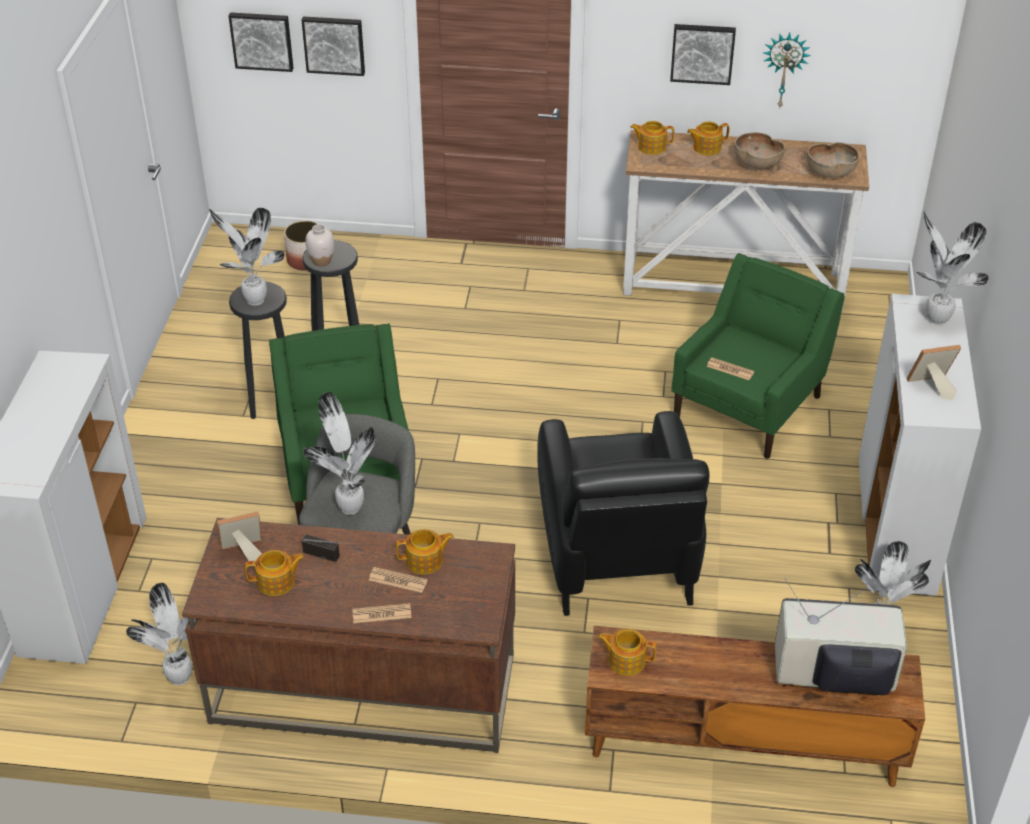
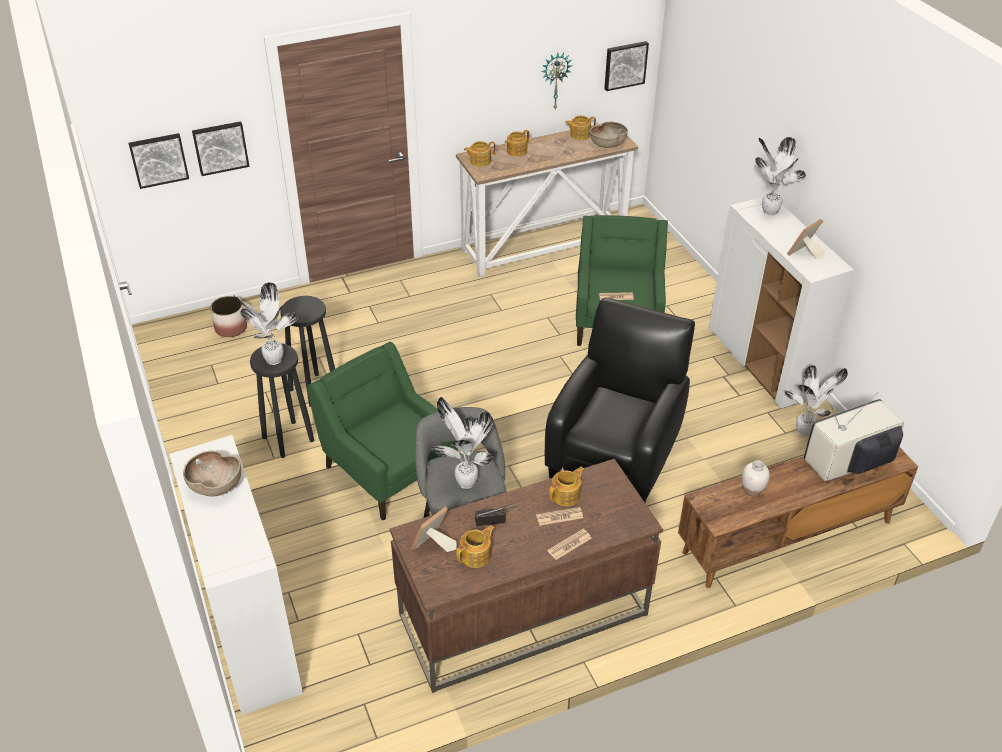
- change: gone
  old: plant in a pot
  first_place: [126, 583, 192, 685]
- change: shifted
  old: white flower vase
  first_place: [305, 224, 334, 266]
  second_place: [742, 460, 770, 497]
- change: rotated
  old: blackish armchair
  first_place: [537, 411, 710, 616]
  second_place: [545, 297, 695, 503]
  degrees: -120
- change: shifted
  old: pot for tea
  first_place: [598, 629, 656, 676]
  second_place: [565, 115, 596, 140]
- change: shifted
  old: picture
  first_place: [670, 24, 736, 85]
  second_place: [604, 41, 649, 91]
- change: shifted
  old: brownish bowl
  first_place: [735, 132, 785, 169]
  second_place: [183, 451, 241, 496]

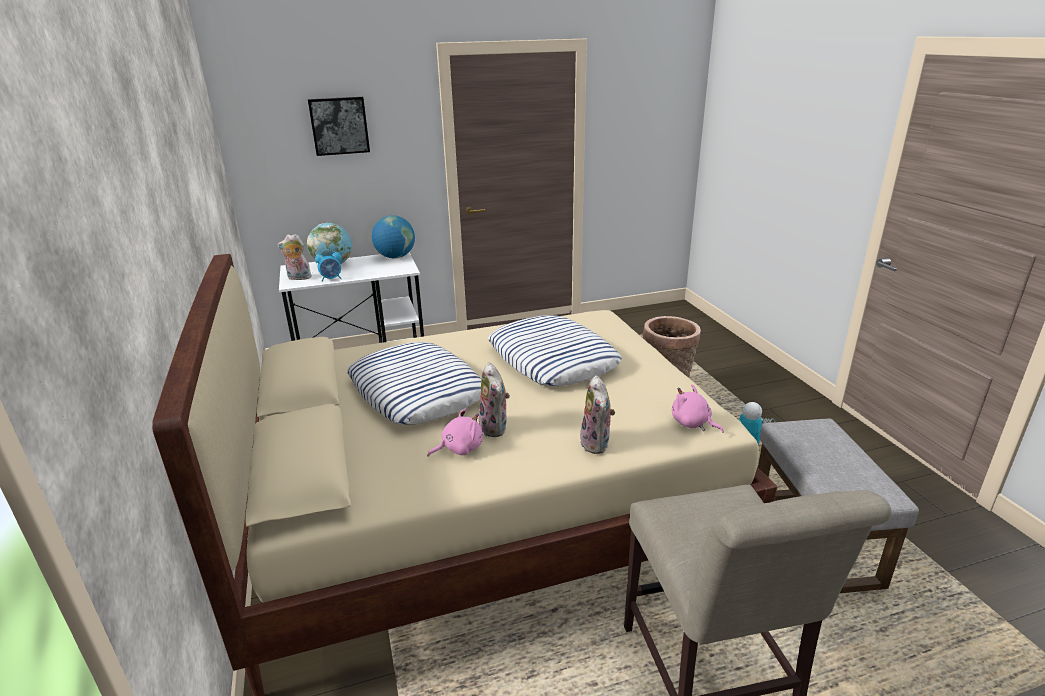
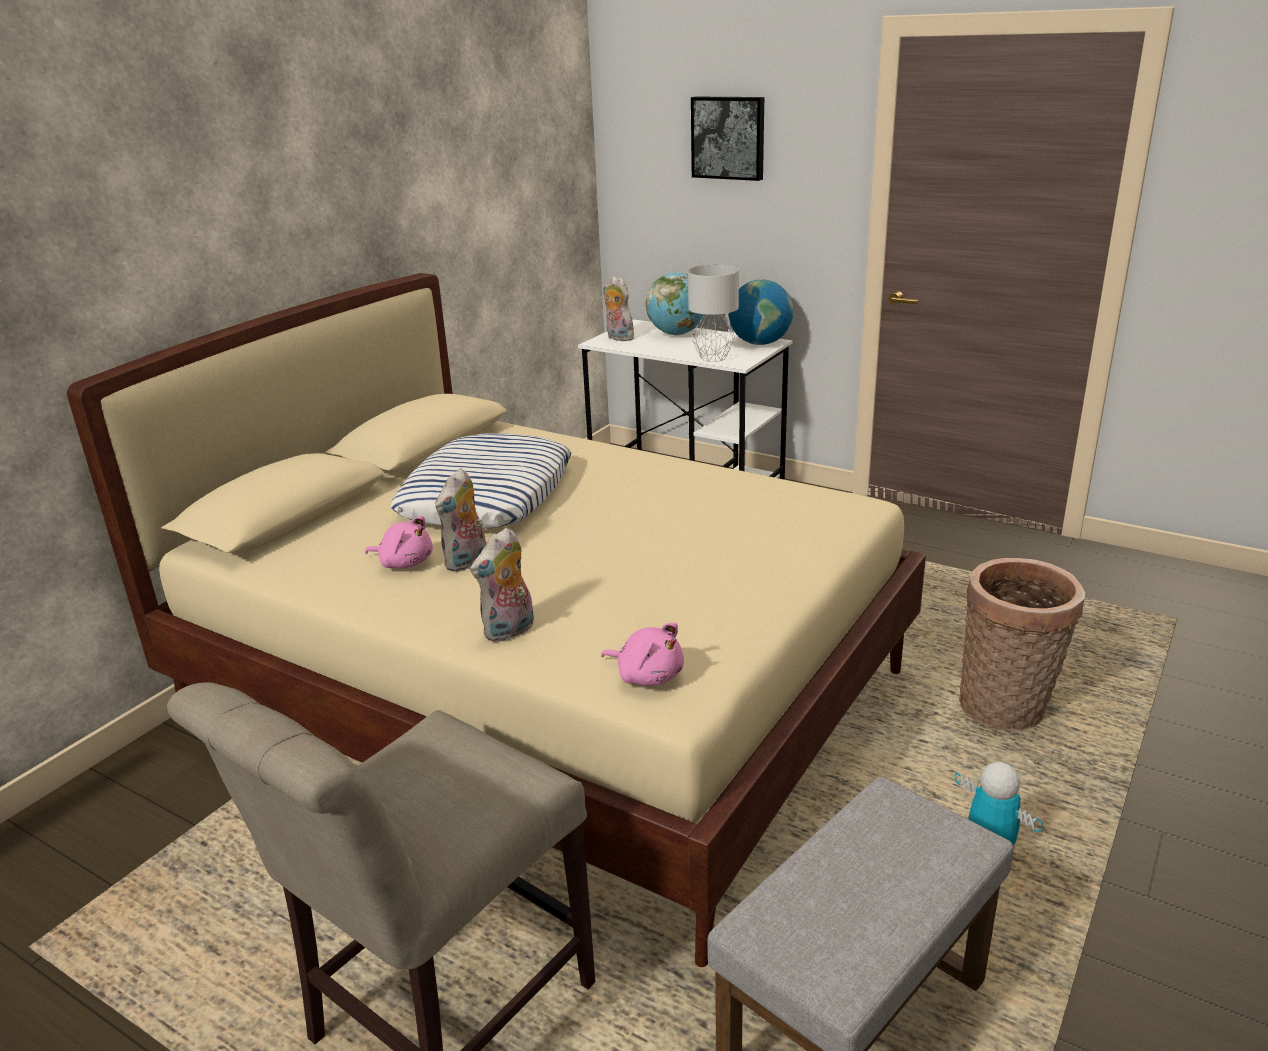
- change: gone
  old: table clock
  first_place: [315, 249, 341, 282]
- change: gone
  old: pillow
  first_place: [488, 315, 622, 386]
- change: rotated
  old: pink soft toy
  first_place: [672, 384, 724, 433]
  second_place: [601, 623, 684, 686]
  degrees: 120
- change: new
  new: grey table lamp
  second_place: [688, 264, 739, 362]

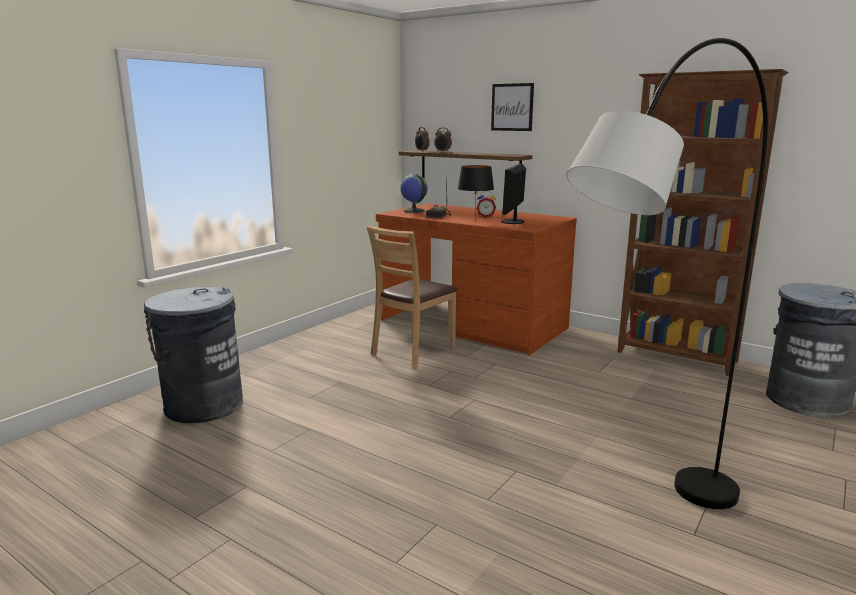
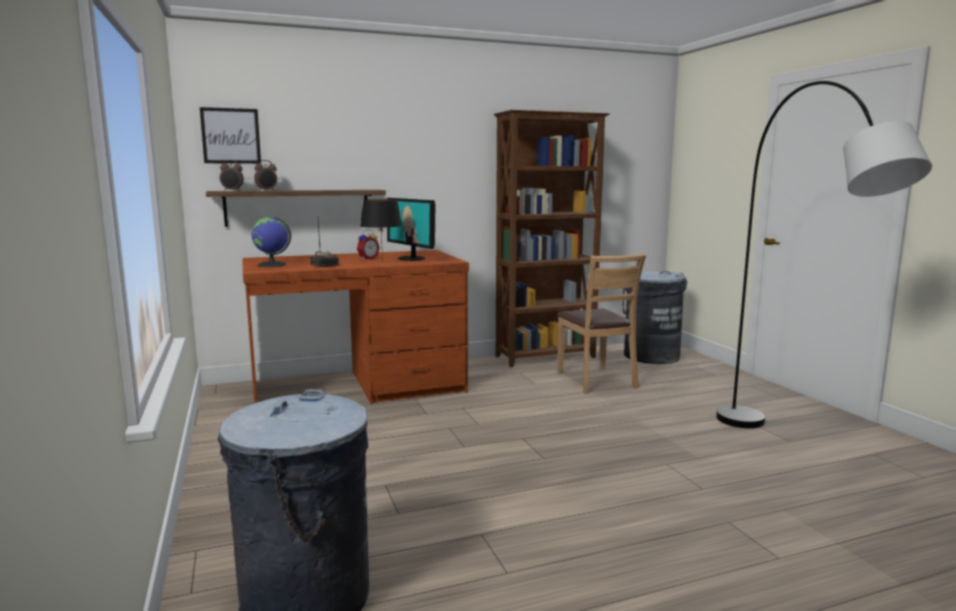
- change: shifted
  old: brownish plain chair
  first_place: [367, 225, 458, 368]
  second_place: [557, 254, 646, 394]
- change: shifted
  old: picture
  first_place: [491, 83, 534, 131]
  second_place: [200, 107, 261, 164]

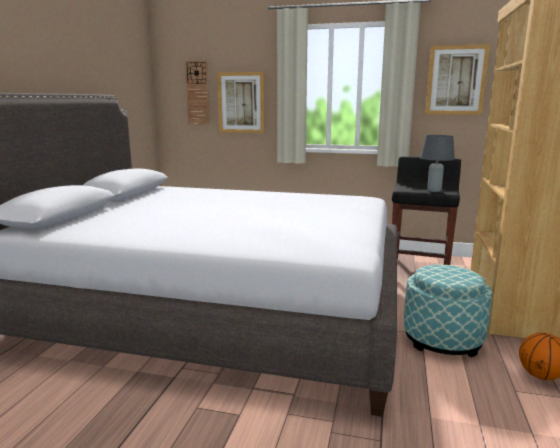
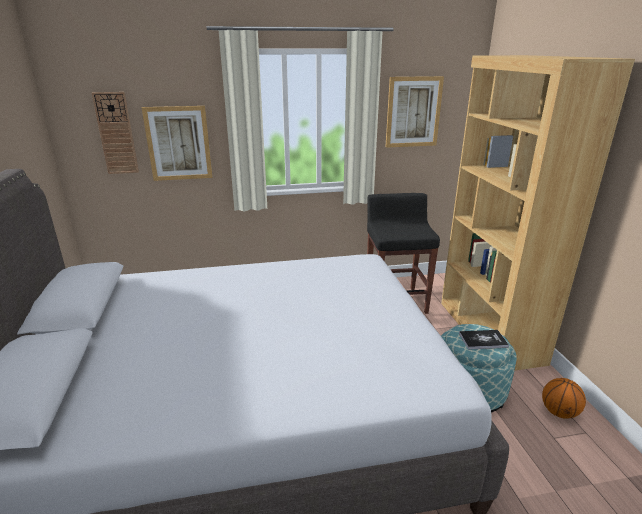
- change: gone
  old: grey table lamp
  first_place: [420, 135, 455, 192]
- change: new
  new: volume
  second_place: [459, 330, 509, 350]

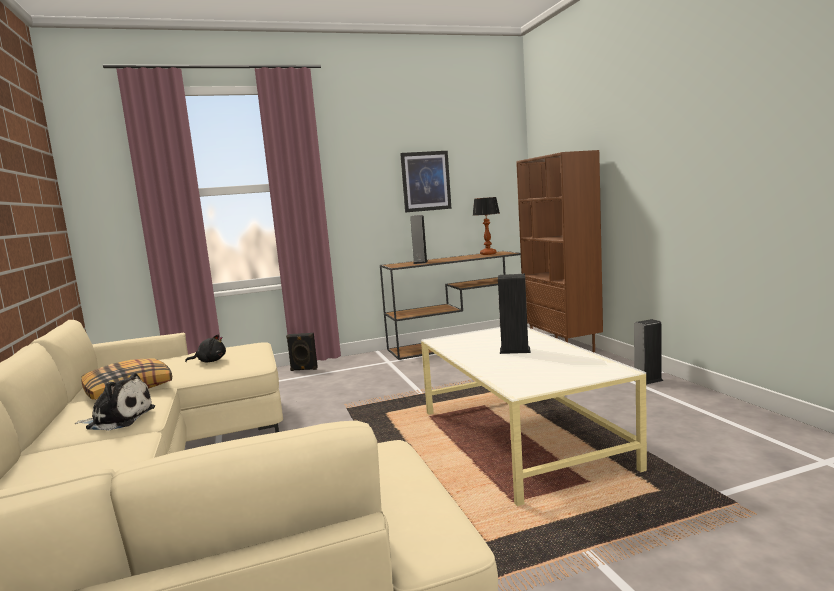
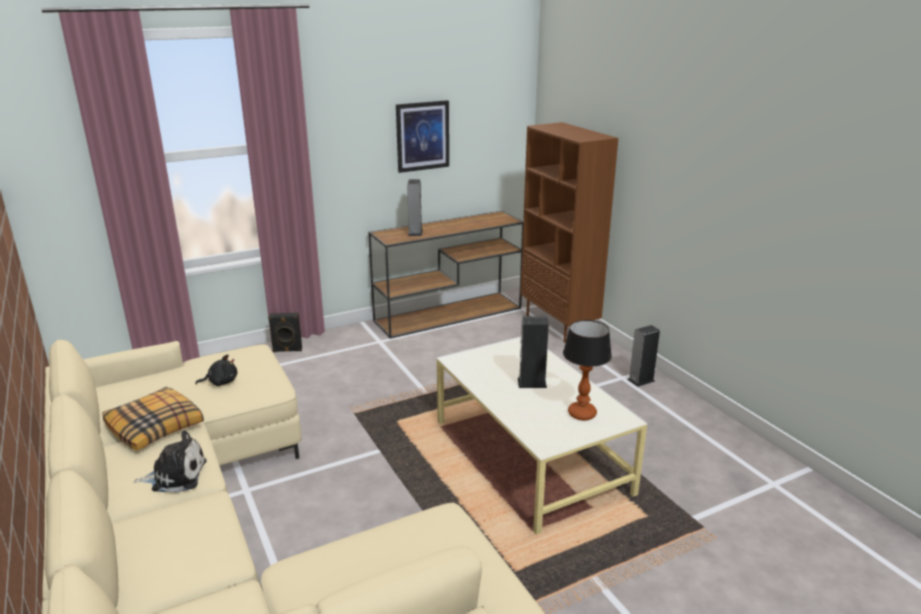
- change: shifted
  old: table lamp
  first_place: [472, 197, 500, 255]
  second_place: [563, 320, 612, 420]

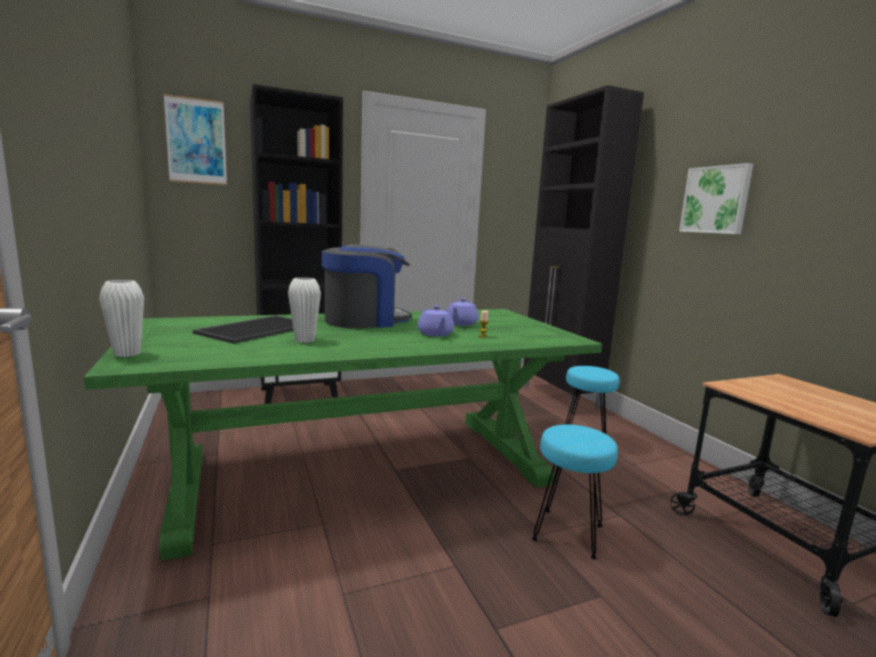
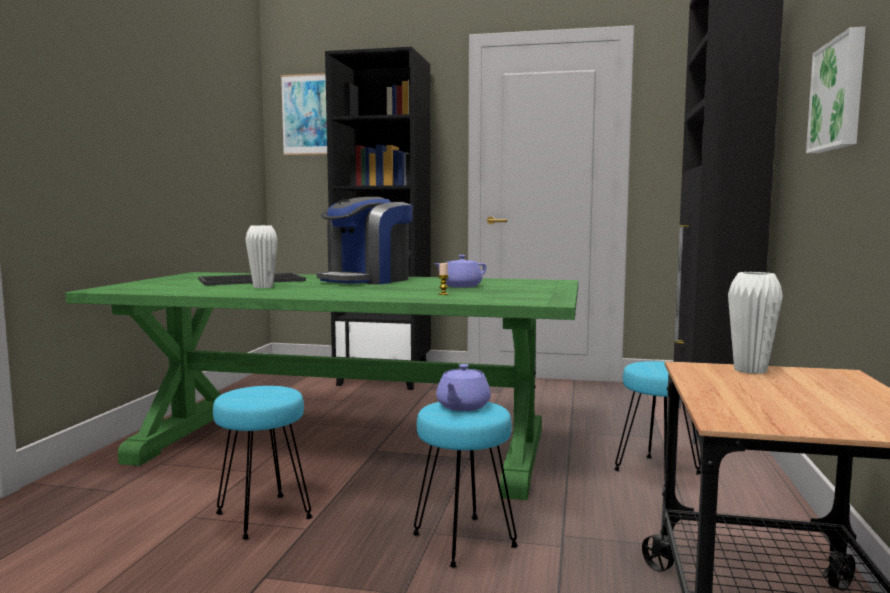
- change: shifted
  old: white flower vase
  first_place: [99, 280, 144, 357]
  second_place: [728, 272, 783, 374]
- change: rotated
  old: coffee maker
  first_place: [322, 244, 412, 328]
  second_place: [317, 197, 413, 285]
  degrees: 120
- change: shifted
  old: purple pot for tea
  first_place: [417, 305, 454, 337]
  second_place: [436, 364, 491, 411]
- change: new
  new: blue-green sitting stool
  second_place: [213, 386, 313, 539]

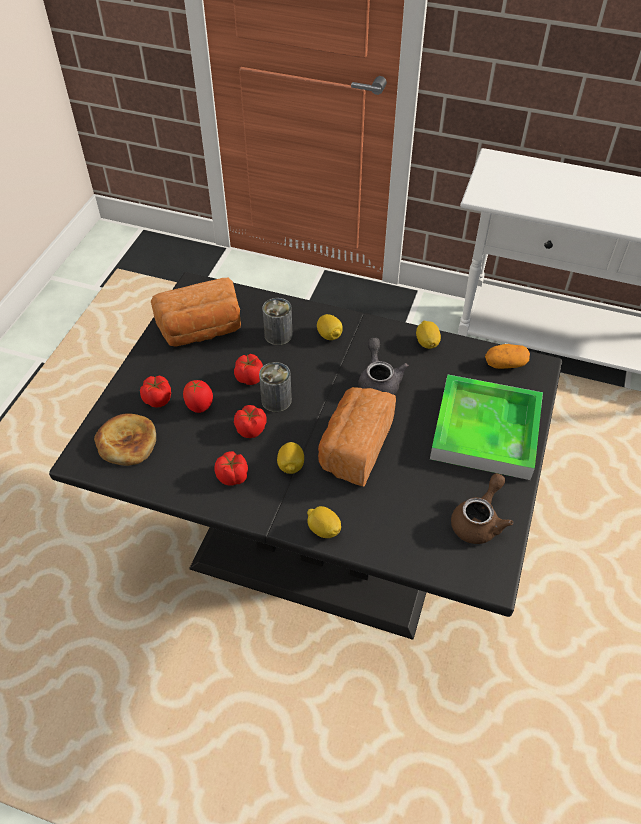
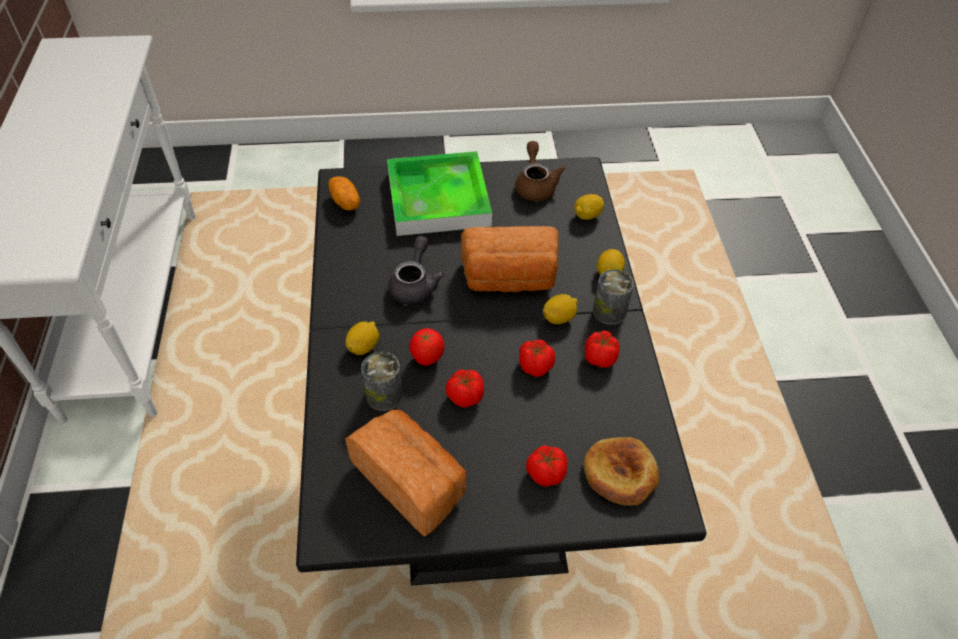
- change: shifted
  old: tomato
  first_place: [183, 380, 213, 413]
  second_place: [409, 328, 444, 366]
- change: shifted
  old: can
  first_place: [259, 362, 292, 412]
  second_place: [593, 269, 634, 325]
- change: rotated
  old: grey pot for tea
  first_place: [358, 338, 409, 395]
  second_place: [388, 236, 444, 305]
  degrees: 135
- change: shifted
  old: whole lemon
  first_place: [416, 321, 441, 349]
  second_place: [574, 194, 604, 220]
- change: rotated
  old: brownish pot for tea
  first_place: [451, 473, 513, 544]
  second_place: [515, 141, 566, 201]
  degrees: 75

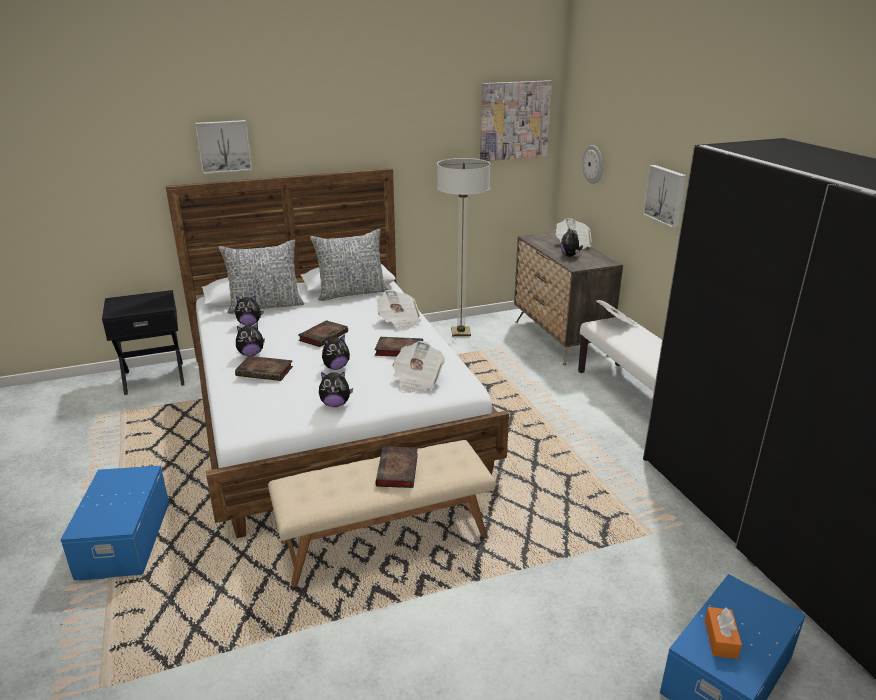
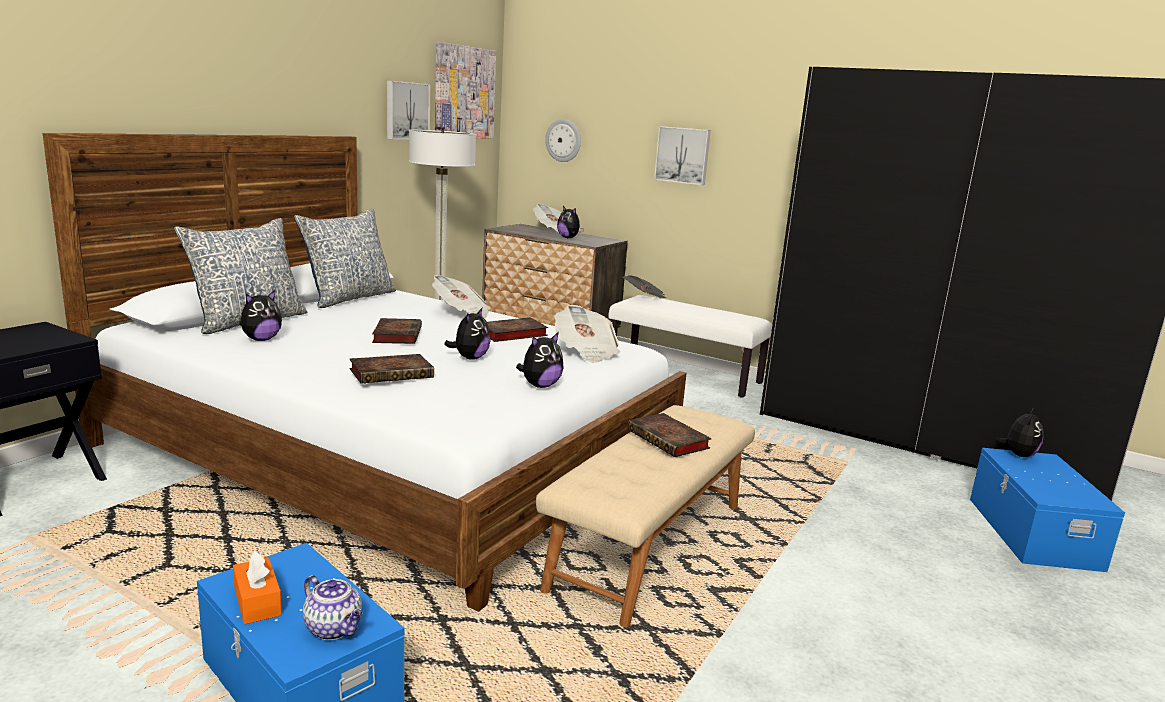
- change: shifted
  old: picture
  first_place: [195, 120, 252, 174]
  second_place: [387, 80, 430, 140]
- change: shifted
  old: soft toy
  first_place: [236, 323, 265, 356]
  second_place: [995, 409, 1044, 457]
- change: shifted
  old: orange-coloured tissue holder
  first_place: [705, 607, 742, 659]
  second_place: [233, 551, 282, 624]
- change: new
  new: pot for tea
  second_place: [303, 575, 363, 640]

